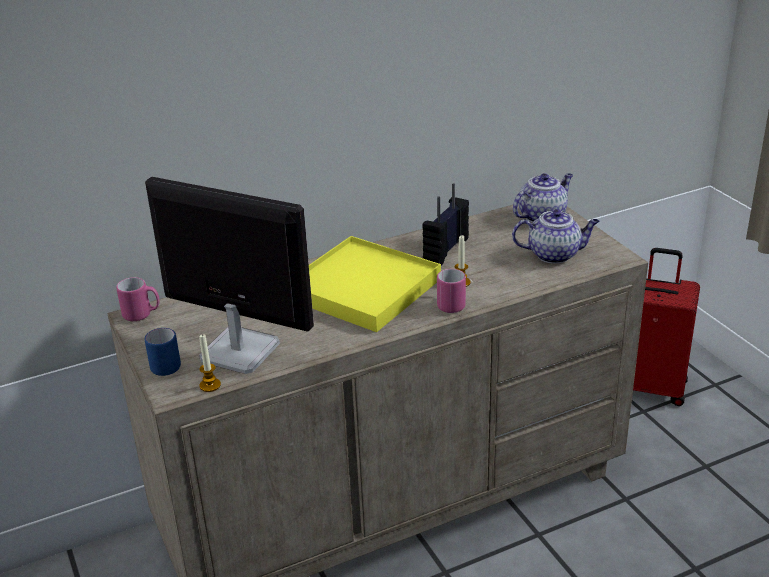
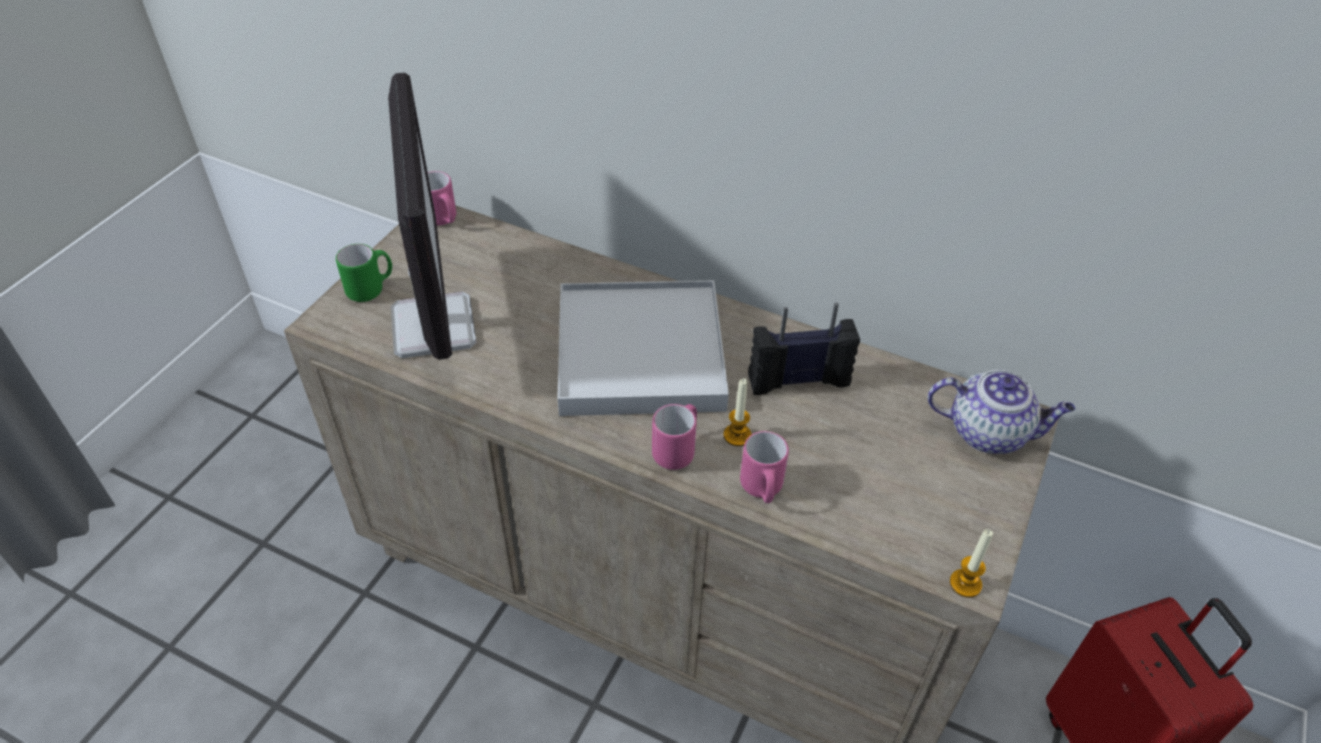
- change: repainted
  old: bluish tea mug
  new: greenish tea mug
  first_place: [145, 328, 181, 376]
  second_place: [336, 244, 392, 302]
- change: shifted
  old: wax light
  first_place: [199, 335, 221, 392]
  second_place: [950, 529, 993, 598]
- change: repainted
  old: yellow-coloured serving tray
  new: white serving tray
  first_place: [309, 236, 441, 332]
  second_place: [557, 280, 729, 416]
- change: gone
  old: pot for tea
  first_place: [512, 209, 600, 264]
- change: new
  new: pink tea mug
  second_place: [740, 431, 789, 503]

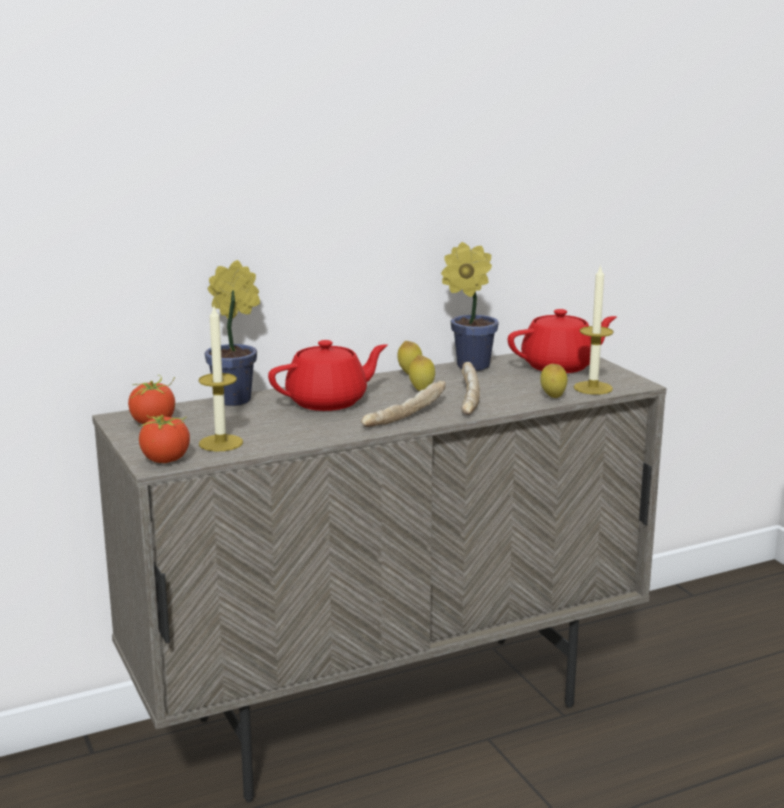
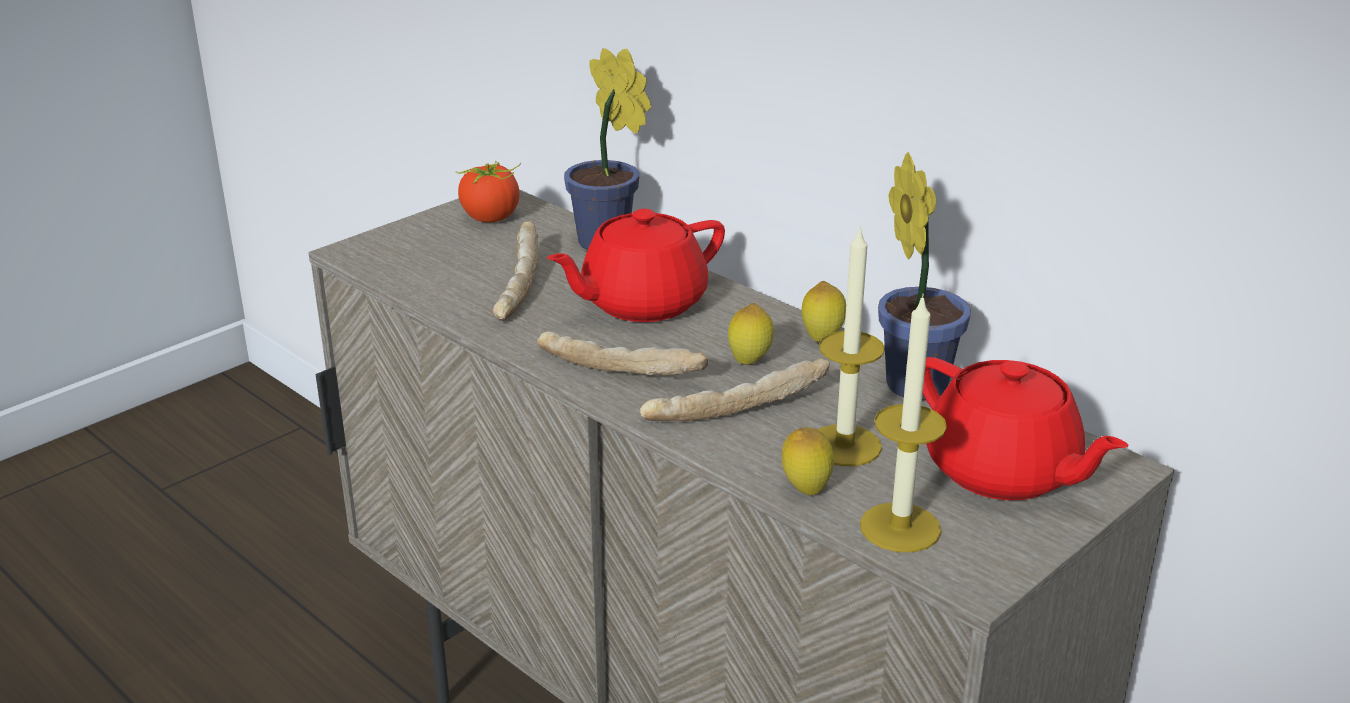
- change: gone
  old: tomato
  first_place: [138, 415, 190, 463]
- change: shifted
  old: wax light
  first_place: [199, 307, 243, 451]
  second_place: [818, 226, 885, 466]
- change: rotated
  old: reddish pot for tea
  first_place: [268, 340, 388, 411]
  second_place: [547, 209, 725, 322]
  degrees: 105
- change: new
  new: bread
  second_place: [493, 221, 539, 321]

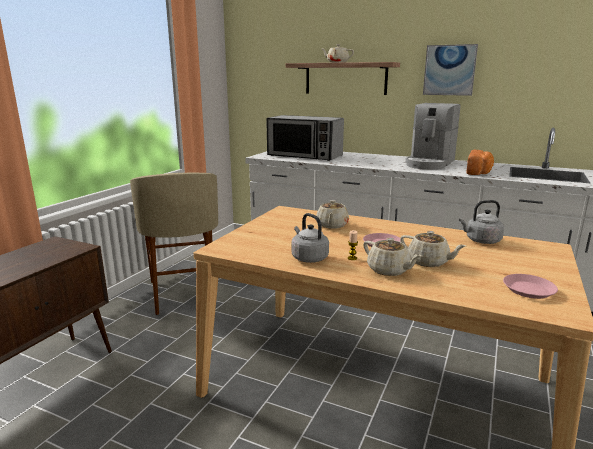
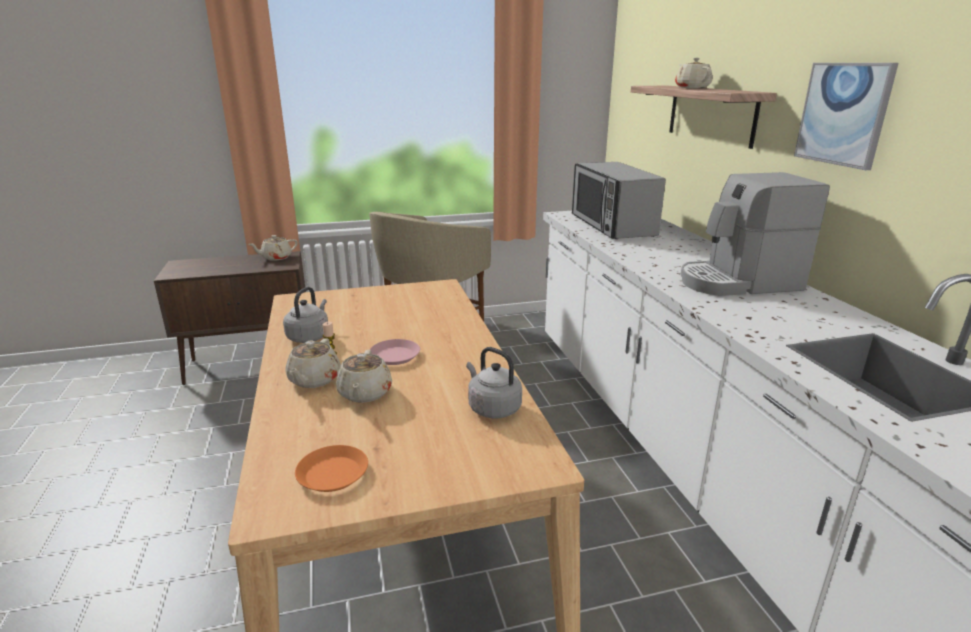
- change: shifted
  old: beige pot for tea
  first_place: [316, 200, 349, 229]
  second_place: [249, 235, 298, 261]
- change: gone
  old: bread
  first_place: [467, 150, 494, 175]
- change: repainted
  old: pink dinner plate
  new: orange-coloured dinner plate
  first_place: [503, 274, 558, 299]
  second_place: [295, 445, 368, 492]

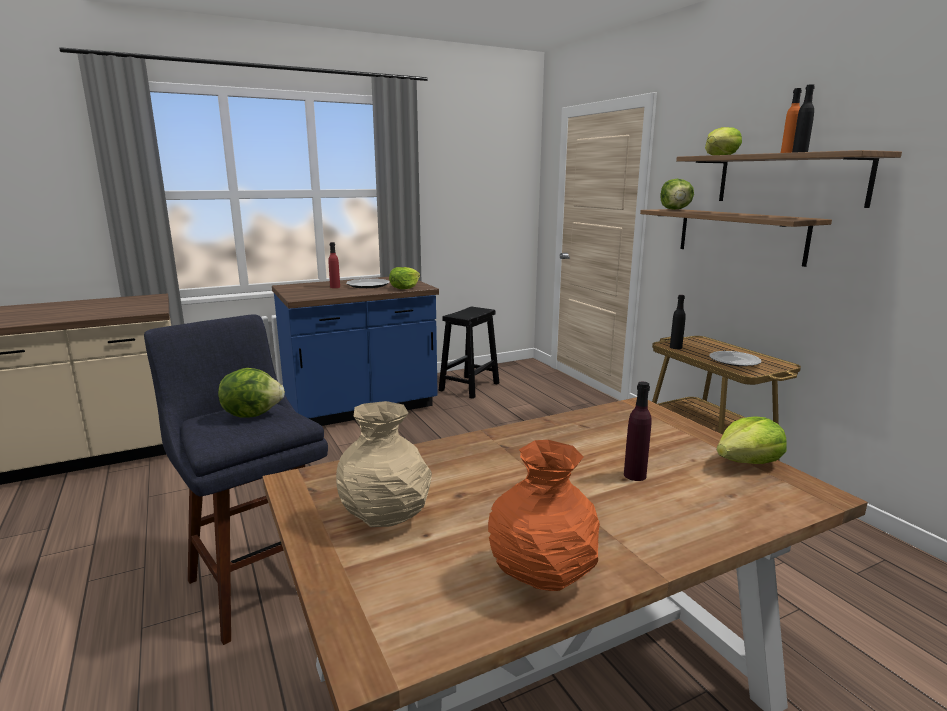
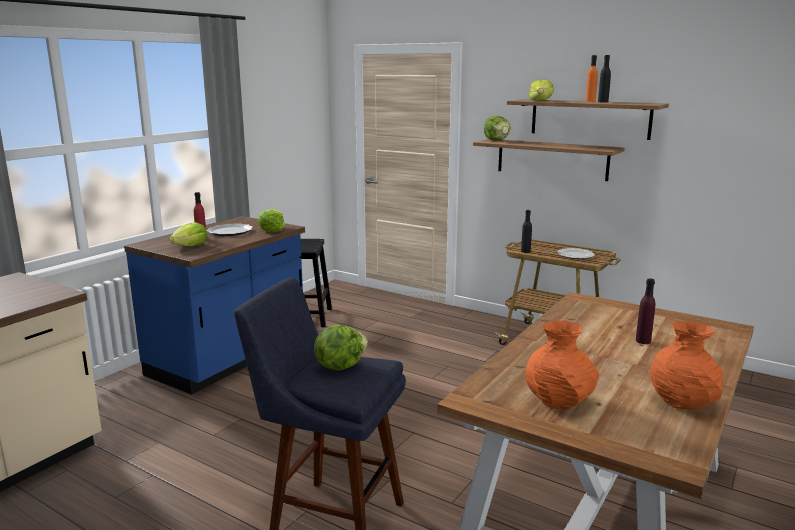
- change: repainted
  old: beige flower vase
  new: orange-coloured flower vase
  first_place: [336, 401, 432, 527]
  second_place: [525, 321, 599, 410]
- change: shifted
  old: lettuce head
  first_place: [717, 416, 786, 464]
  second_place: [170, 222, 207, 246]

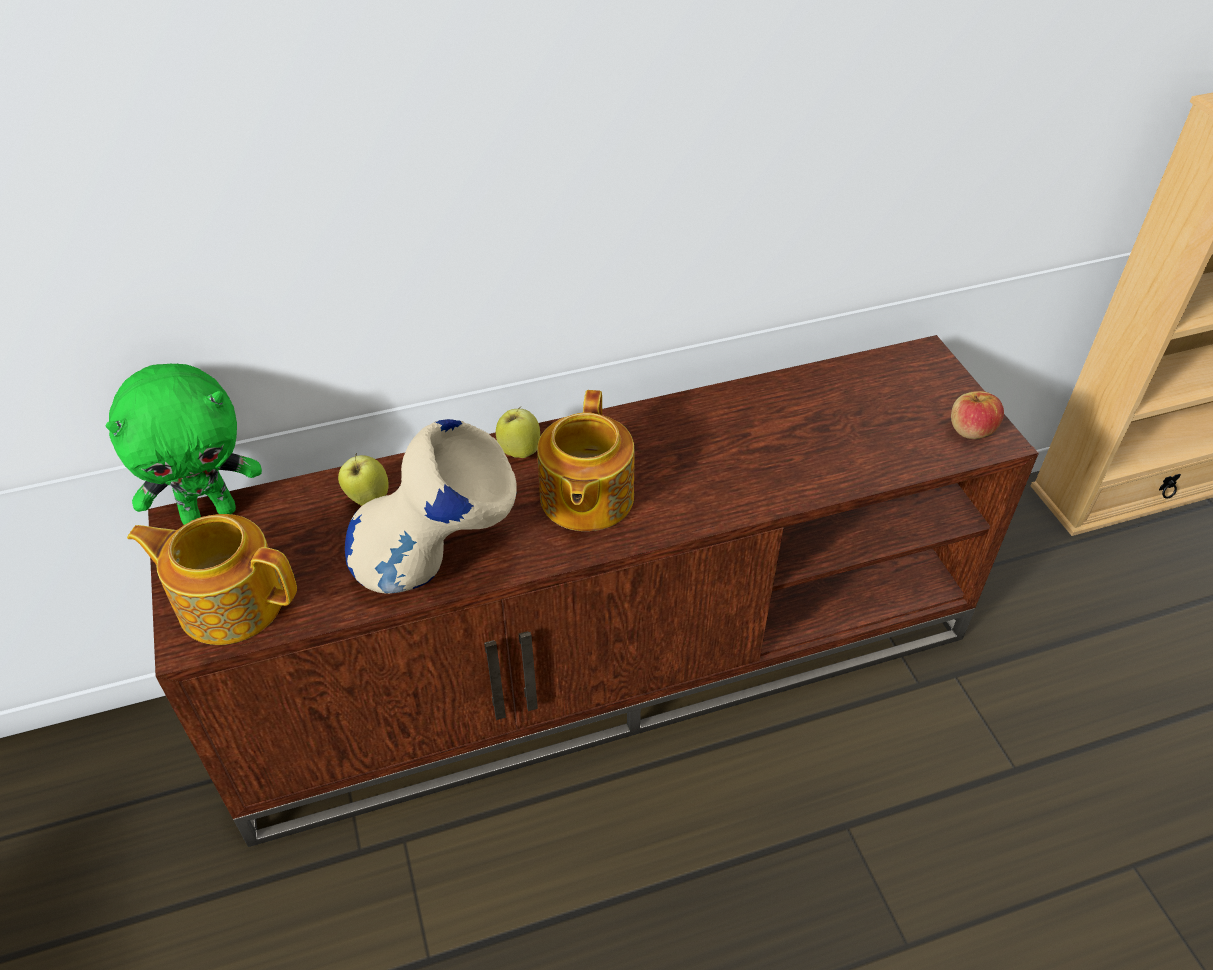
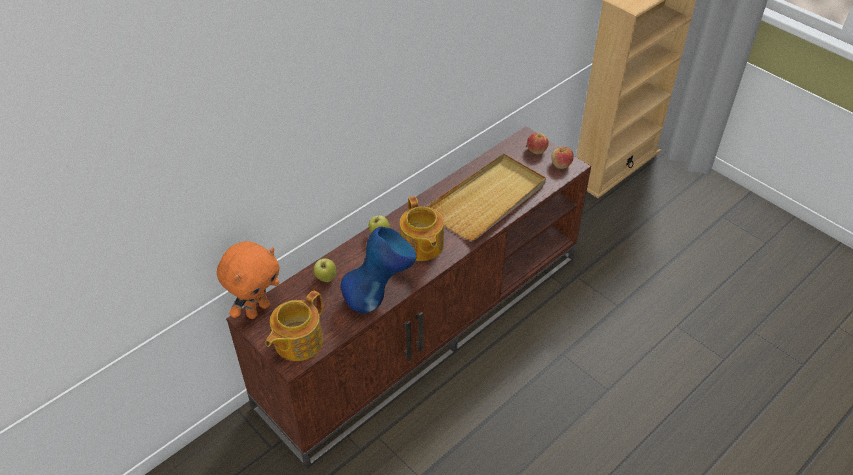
- change: repainted
  old: greenish soft toy
  new: orange-coloured soft toy
  first_place: [105, 364, 262, 525]
  second_place: [217, 241, 280, 319]
- change: rotated
  old: pot for tea
  first_place: [127, 514, 297, 645]
  second_place: [265, 291, 323, 361]
  degrees: -45
- change: repainted
  old: beige flower vase
  new: bluish flower vase
  first_place: [345, 419, 517, 594]
  second_place: [341, 226, 416, 313]
- change: new
  new: beige serving tray
  second_place: [426, 154, 546, 241]
- change: new
  new: apple
  second_place: [527, 133, 549, 154]

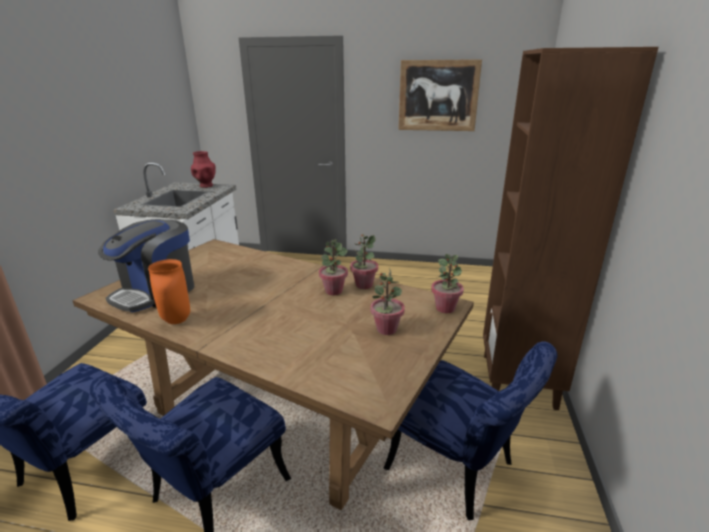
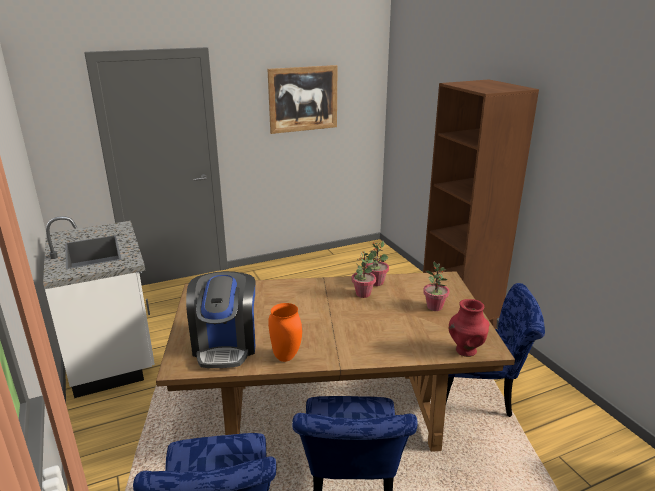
- change: shifted
  old: reddish flower vase
  first_place: [191, 151, 216, 188]
  second_place: [448, 299, 490, 357]
- change: gone
  old: plant in a pot
  first_place: [431, 254, 464, 313]

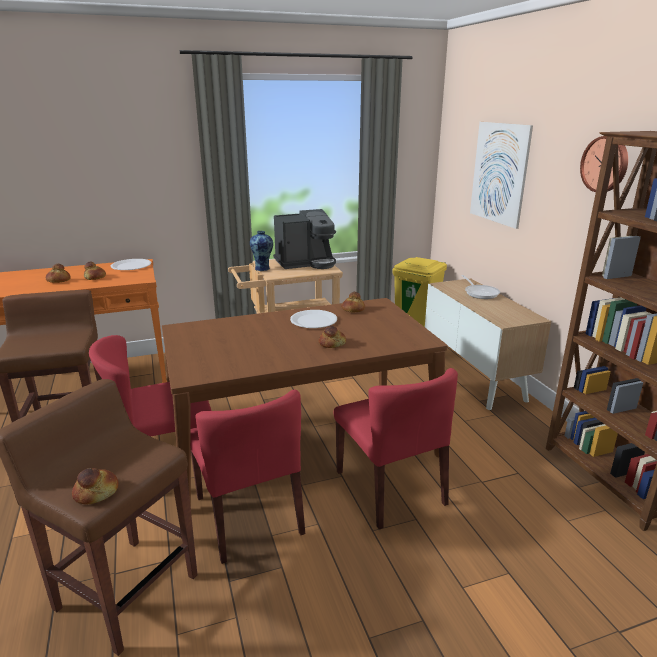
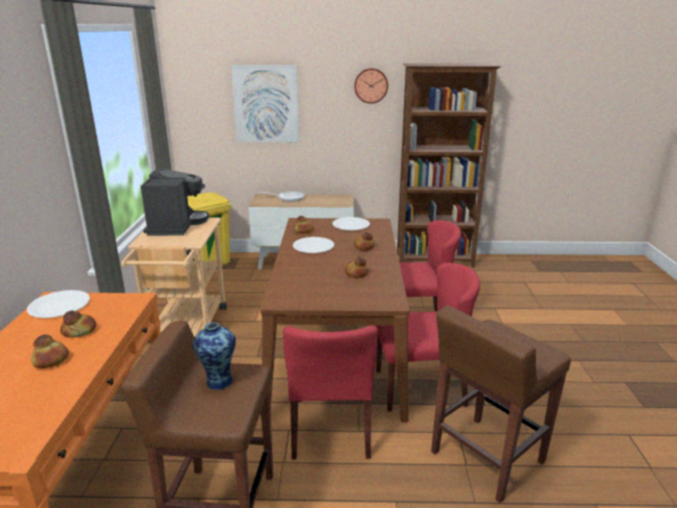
- change: shifted
  old: bread
  first_place: [72, 468, 119, 504]
  second_place: [345, 257, 368, 278]
- change: shifted
  old: flower vase
  first_place: [250, 231, 273, 271]
  second_place: [192, 322, 236, 390]
- change: new
  new: white dinner plate
  second_place: [332, 217, 370, 231]

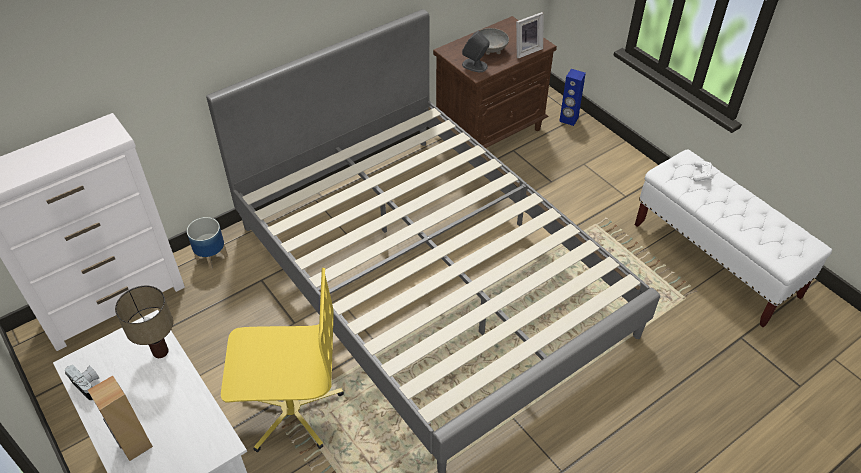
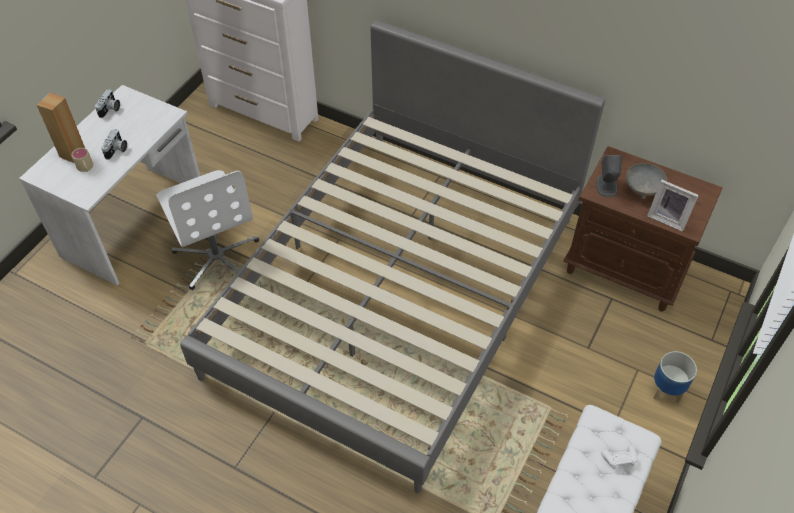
- change: gone
  old: table lamp
  first_place: [115, 286, 173, 358]
- change: shifted
  old: plant pot
  first_place: [187, 217, 228, 270]
  second_place: [654, 351, 697, 404]
- change: repainted
  old: yellow-coloured computer chair
  new: white computer chair
  first_place: [221, 268, 344, 452]
  second_place: [157, 170, 259, 290]
- change: gone
  old: bluish loudspeaker
  first_place: [559, 69, 586, 126]
- change: new
  new: beige tea mug
  second_place: [71, 148, 93, 172]
- change: new
  new: still camera
  second_place: [101, 129, 127, 160]

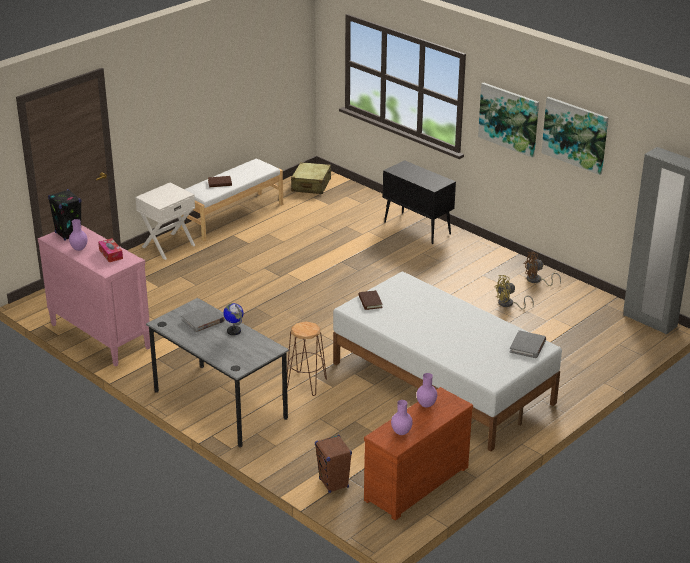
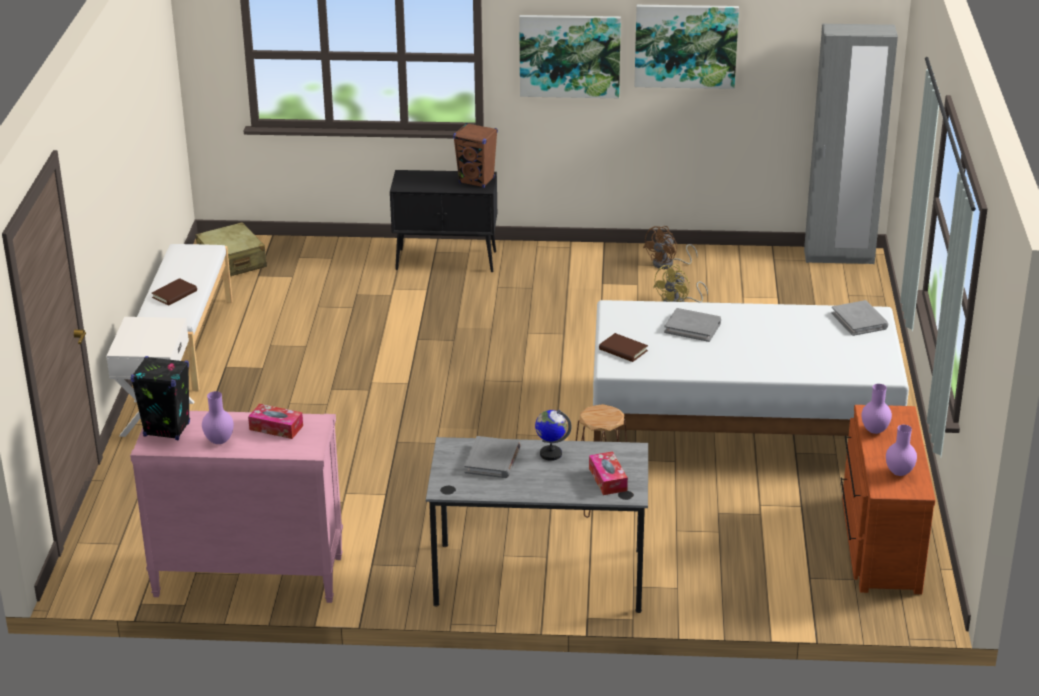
- change: shifted
  old: brownish loudspeaker
  first_place: [315, 435, 352, 493]
  second_place: [453, 123, 498, 188]
- change: new
  new: tissue holder
  second_place: [589, 451, 628, 495]
- change: new
  new: grey volume
  second_place: [664, 308, 721, 342]

